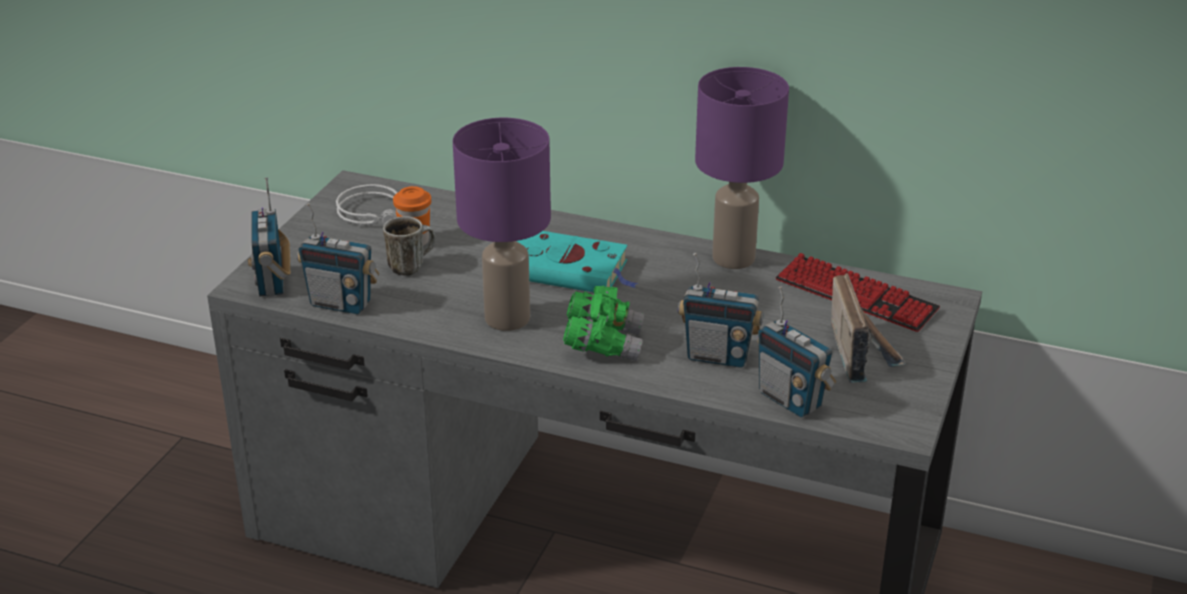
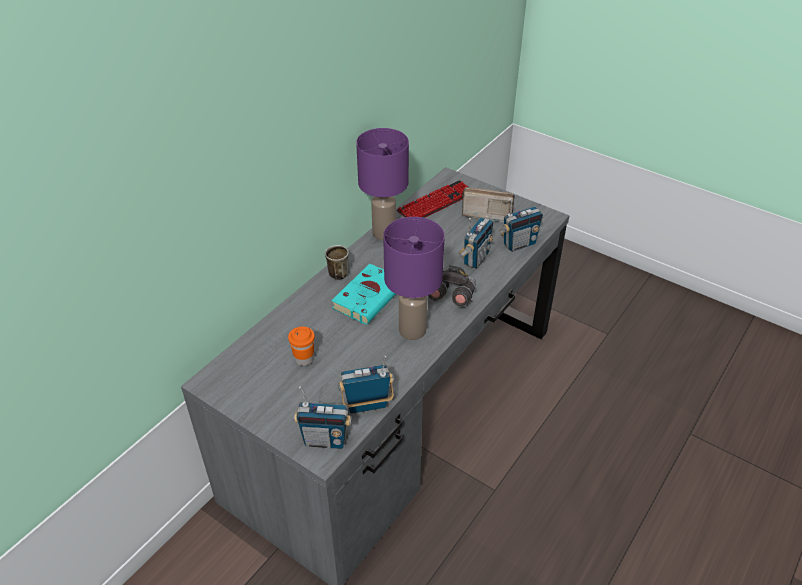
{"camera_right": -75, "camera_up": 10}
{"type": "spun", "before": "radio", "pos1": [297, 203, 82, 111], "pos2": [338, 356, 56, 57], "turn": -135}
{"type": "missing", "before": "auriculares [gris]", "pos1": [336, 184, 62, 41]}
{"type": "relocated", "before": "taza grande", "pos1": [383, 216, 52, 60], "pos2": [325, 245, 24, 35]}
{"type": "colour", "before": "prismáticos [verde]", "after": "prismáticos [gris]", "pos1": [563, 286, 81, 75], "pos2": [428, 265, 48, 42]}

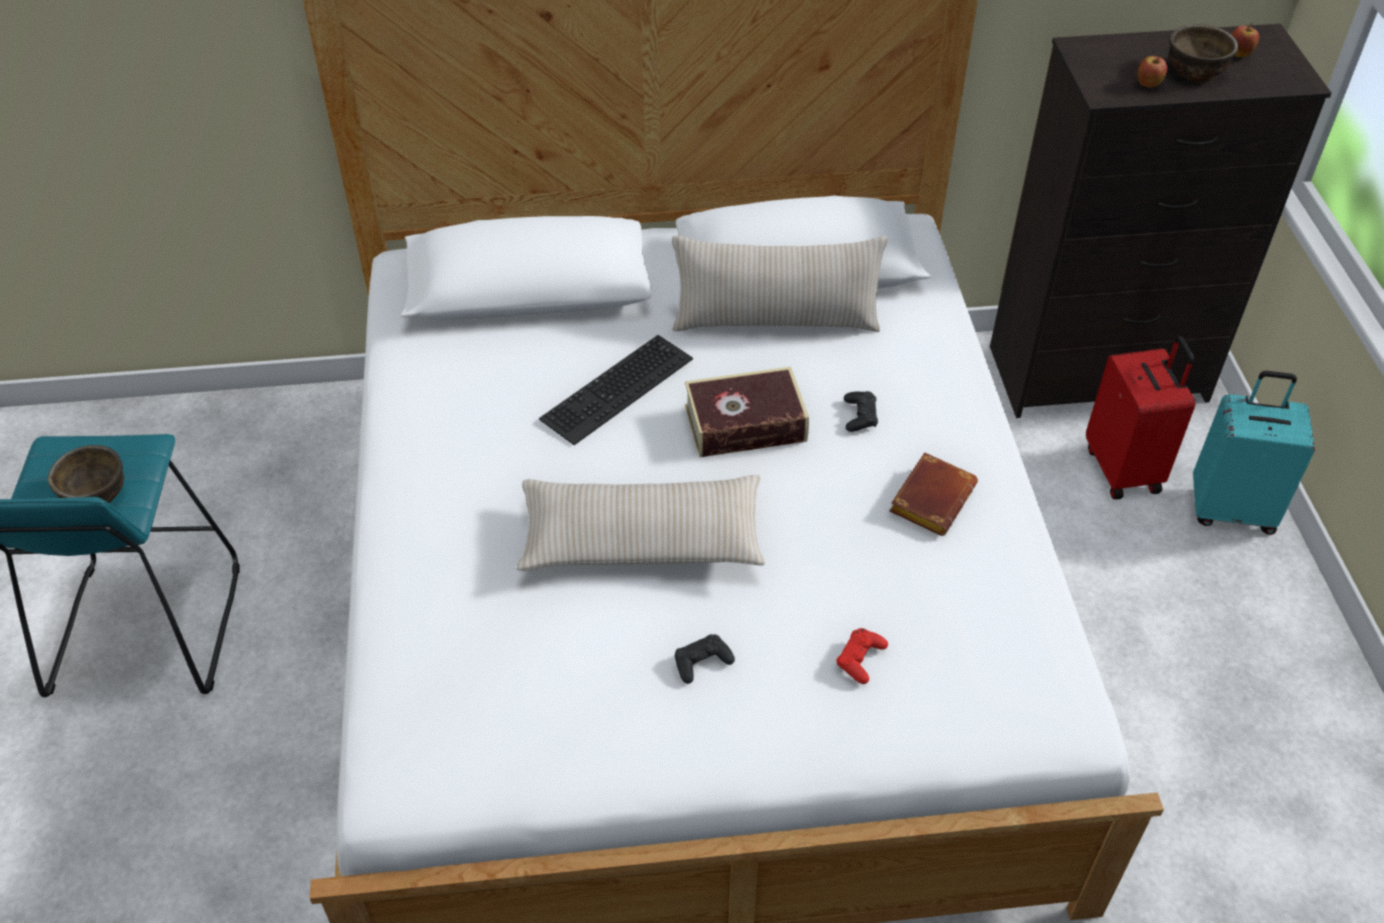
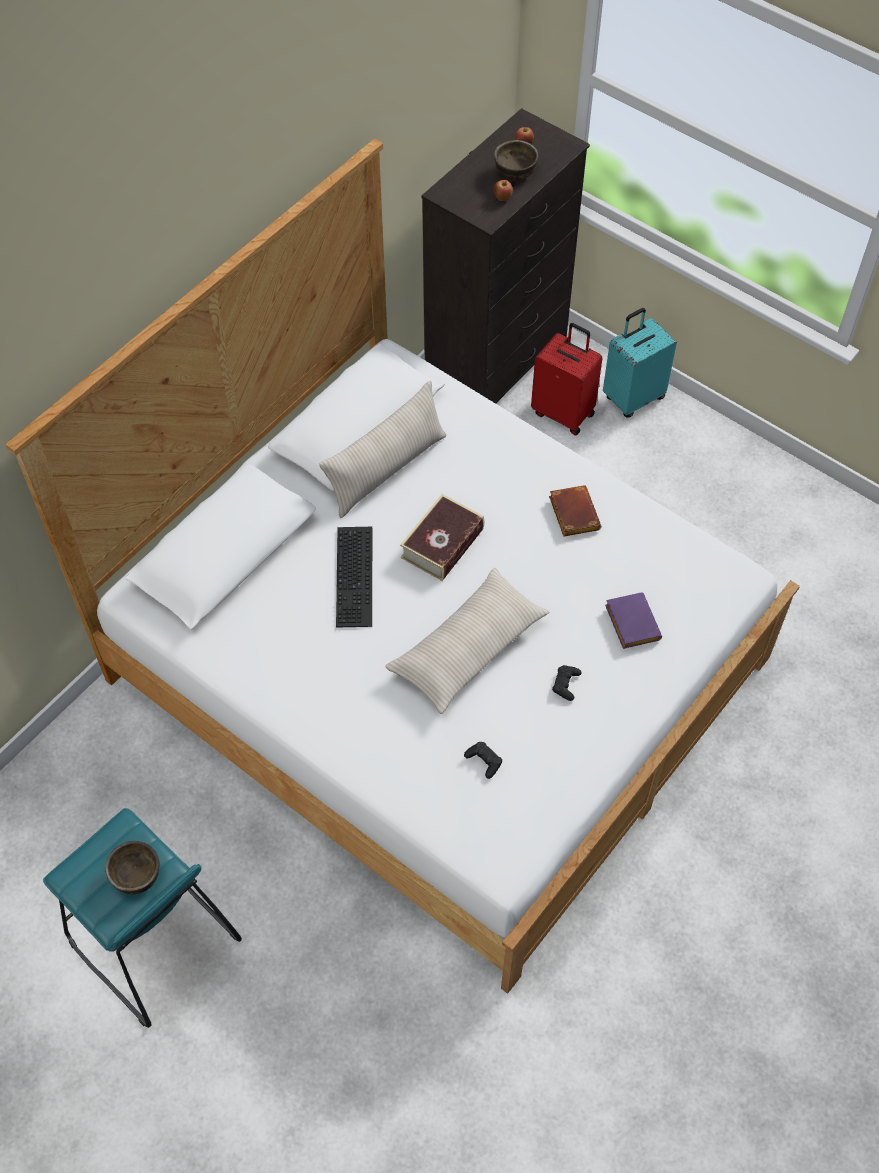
{"camera_right": -45, "camera_up": 10}
{"type": "exchanged", "before": "mando de consola [rojo]", "after": "libro [morado]", "pos1": [836, 628, 52, 56], "pos2": [605, 592, 57, 57]}
{"type": "relocated", "before": "mando de consola [negro]", "pos1": [844, 391, 34, 41], "pos2": [464, 742, 38, 37]}

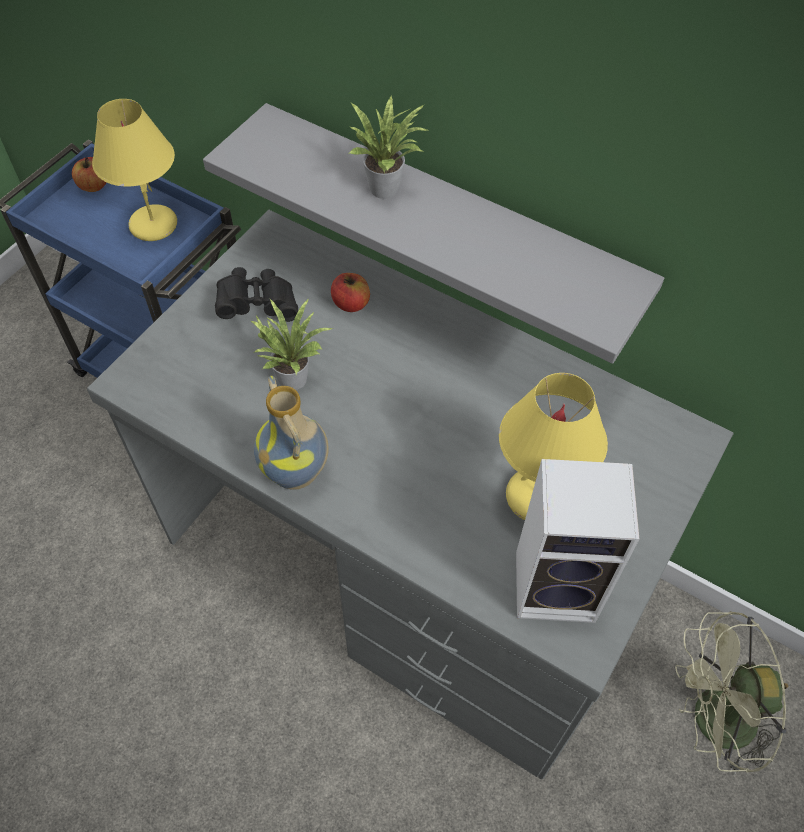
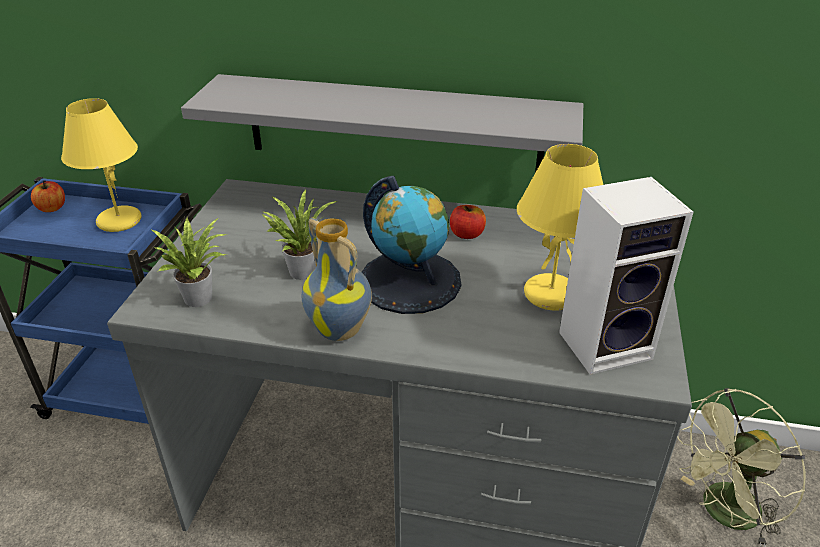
{"camera_right": -20, "camera_up": -20}
{"type": "missing", "before": "prismáticos [negro]", "pos1": [215, 267, 83, 55]}
{"type": "relocated", "before": "manzana", "pos1": [331, 273, 39, 39], "pos2": [450, 205, 36, 34]}
{"type": "relocated", "before": "planta en maceta", "pos1": [348, 96, 79, 103], "pos2": [152, 218, 75, 89]}
{"type": "appeared", "after": "globo terráqueo", "pos2": [362, 176, 99, 138]}

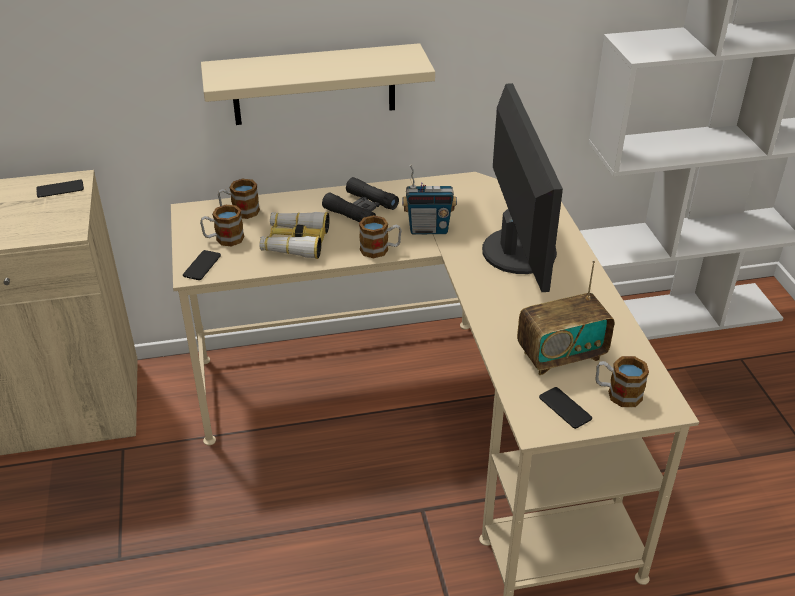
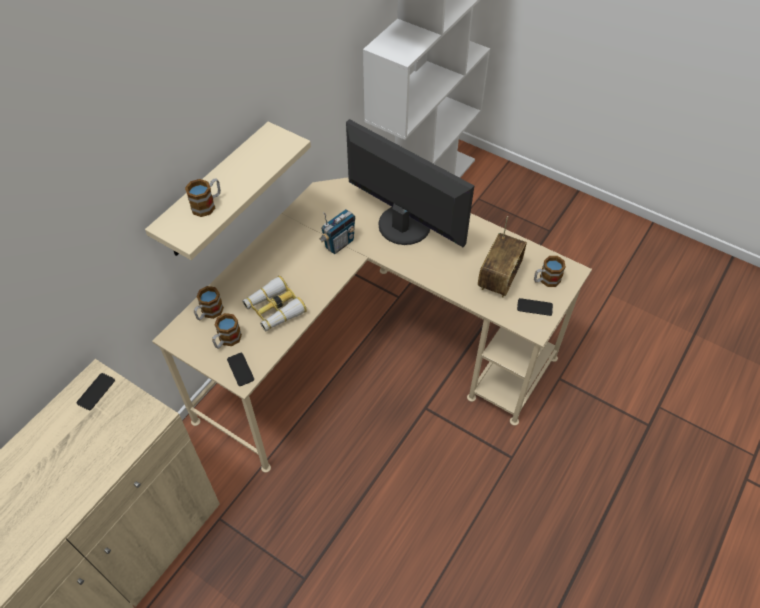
{"camera_right": -45, "camera_up": 15}
{"type": "missing", "before": "prismáticos [negro]", "pos1": [322, 177, 77, 45]}
{"type": "relocated", "before": "taza grande", "pos1": [359, 215, 43, 43], "pos2": [185, 178, 36, 39]}

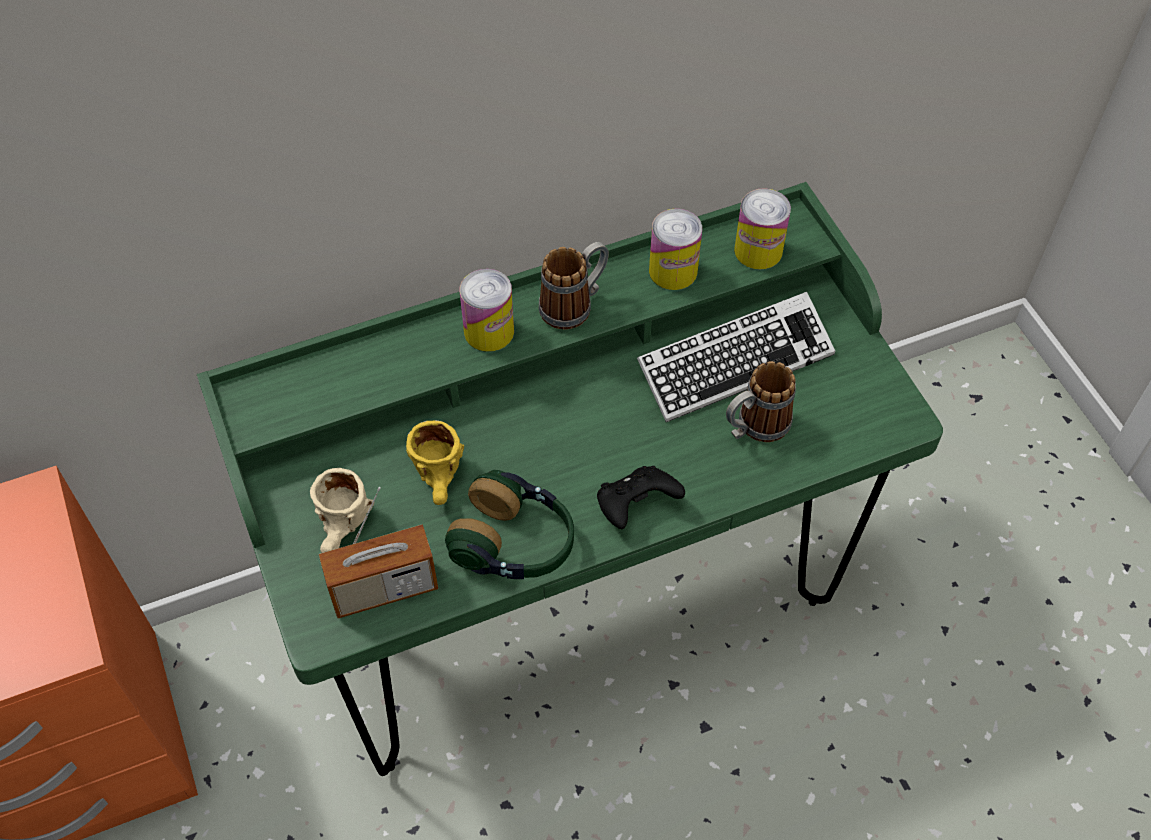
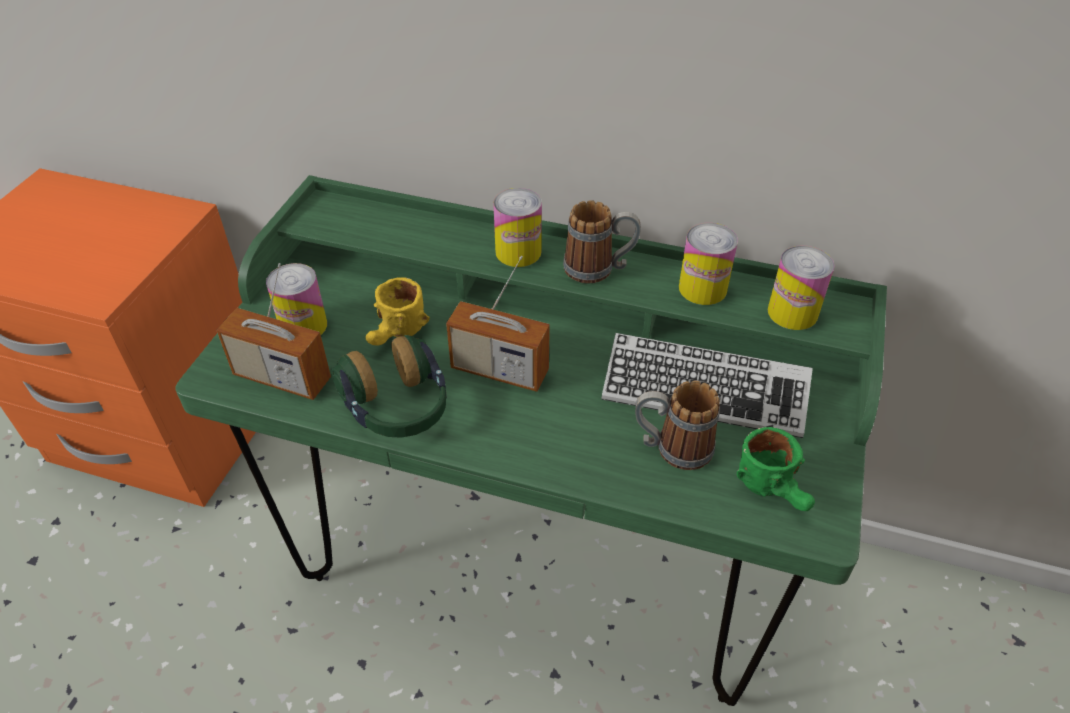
{"camera_right": 40, "camera_up": -10}
{"type": "exchanged", "before": "taza grande [beis]", "after": "lata", "pos1": [310, 468, 65, 85], "pos2": [266, 263, 61, 72]}
{"type": "missing", "before": "mando de consola [negro]", "pos1": [597, 466, 88, 63]}
{"type": "appeared", "after": "radio", "pos2": [446, 256, 104, 136]}
{"type": "appeared", "after": "taza grande [verde]", "pos2": [737, 427, 78, 84]}

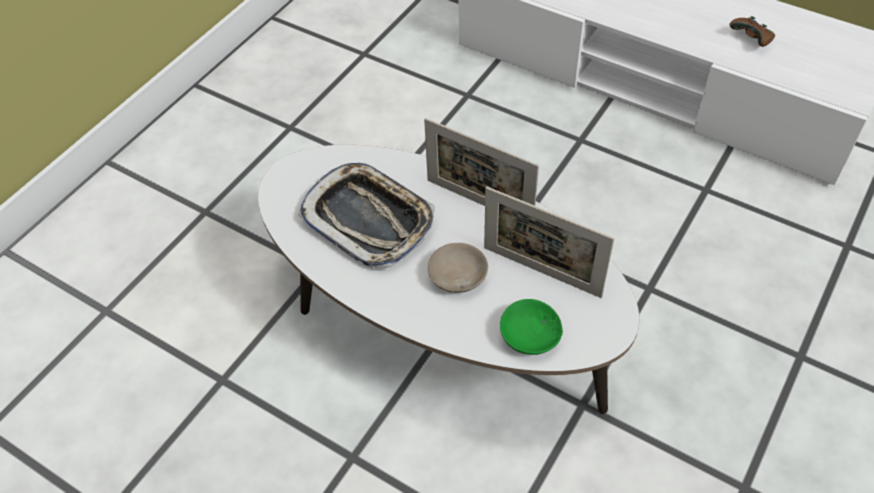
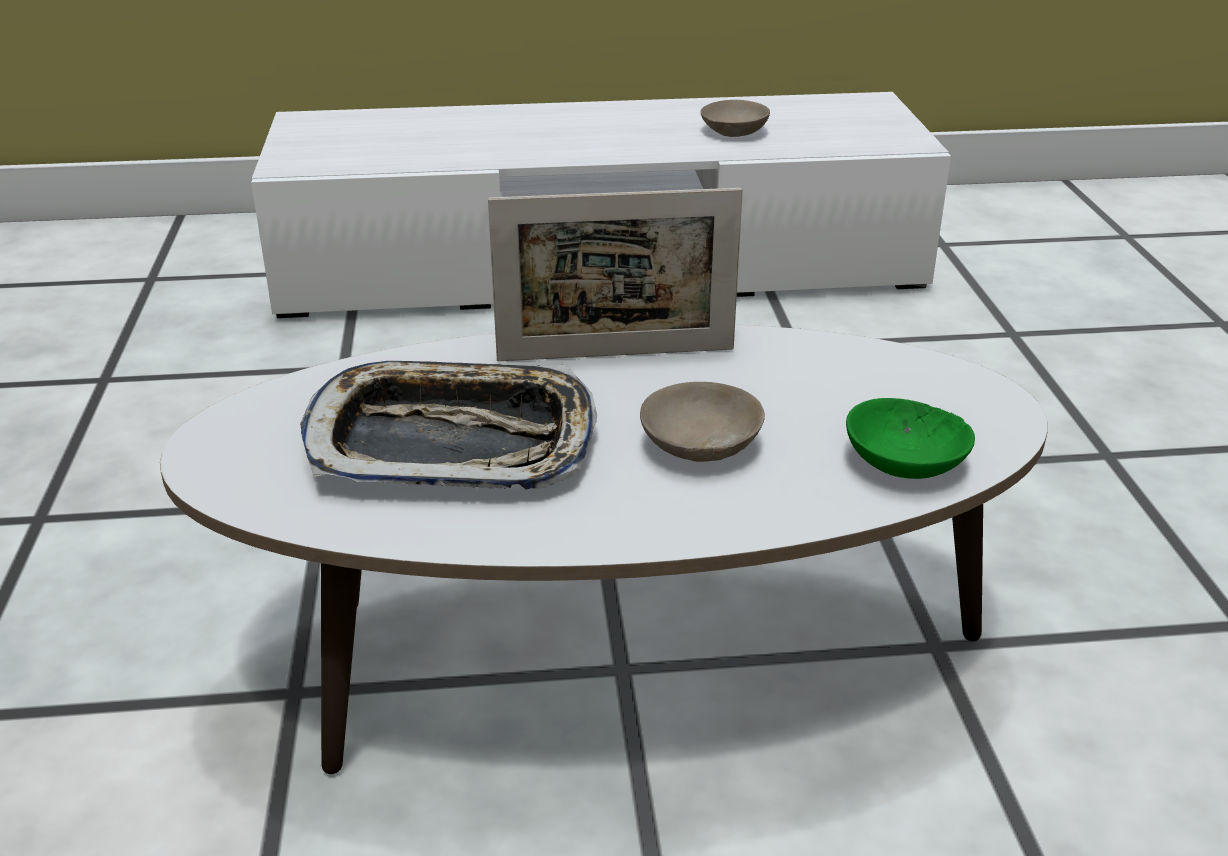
{"camera_right": -40, "camera_up": -20}
{"type": "missing", "before": "portarretratos", "pos1": [484, 187, 131, 111]}
{"type": "exchanged", "before": "mando de consola [marrón]", "after": "cuenco [beis]", "pos1": [730, 16, 45, 31], "pos2": [700, 100, 70, 37]}

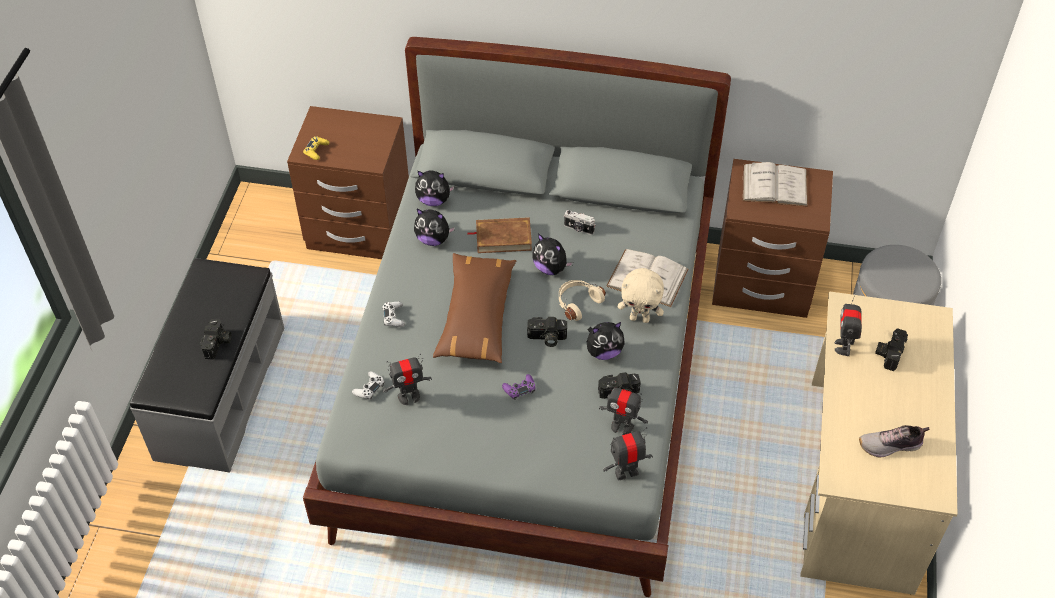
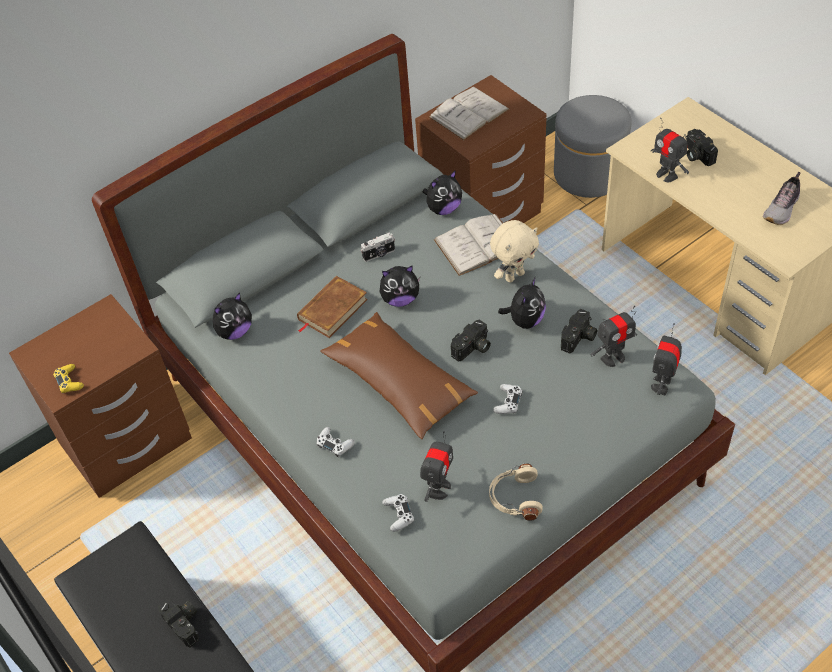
{"camera_right": -45, "camera_up": 0}
{"type": "relocated", "before": "peluche", "pos1": [414, 209, 41, 37], "pos2": [423, 170, 39, 45]}
{"type": "colour", "before": "mando de consola [morado]", "after": "mando de consola [blanco]", "pos1": [502, 374, 33, 26], "pos2": [493, 384, 30, 30]}
{"type": "relocated", "before": "auriculares [beis]", "pos1": [559, 280, 47, 41], "pos2": [489, 463, 54, 58]}

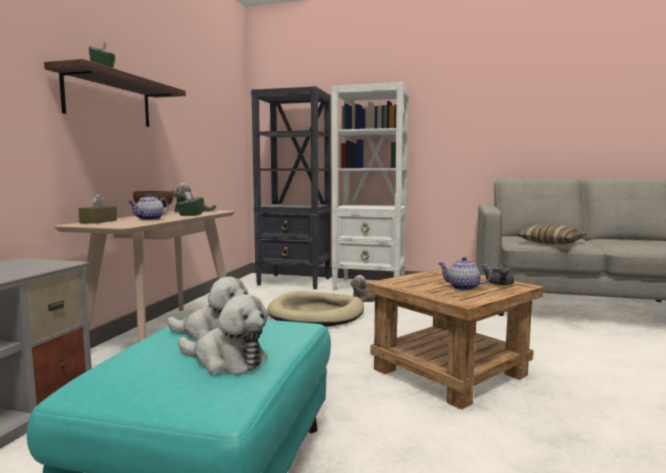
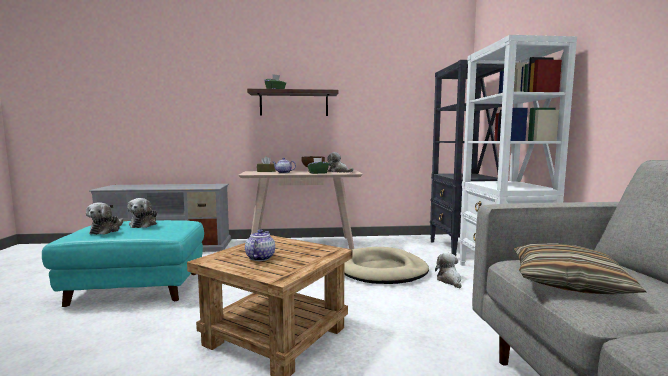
{"camera_right": 70, "camera_up": 0}
{"type": "missing", "before": "tetera [gris]", "pos1": [483, 267, 31, 18]}

